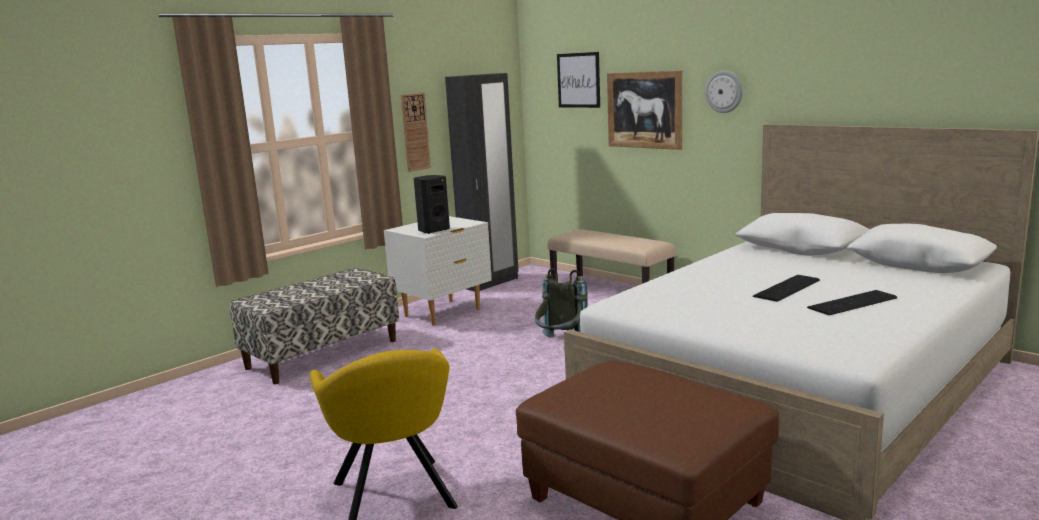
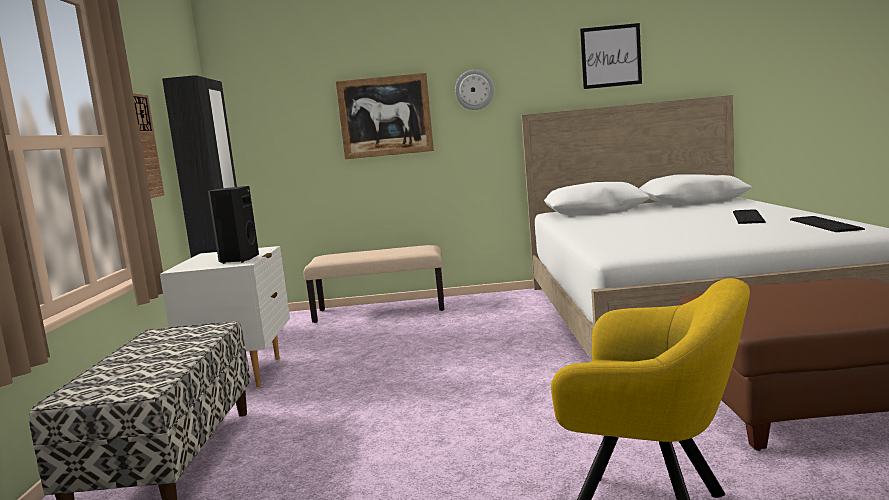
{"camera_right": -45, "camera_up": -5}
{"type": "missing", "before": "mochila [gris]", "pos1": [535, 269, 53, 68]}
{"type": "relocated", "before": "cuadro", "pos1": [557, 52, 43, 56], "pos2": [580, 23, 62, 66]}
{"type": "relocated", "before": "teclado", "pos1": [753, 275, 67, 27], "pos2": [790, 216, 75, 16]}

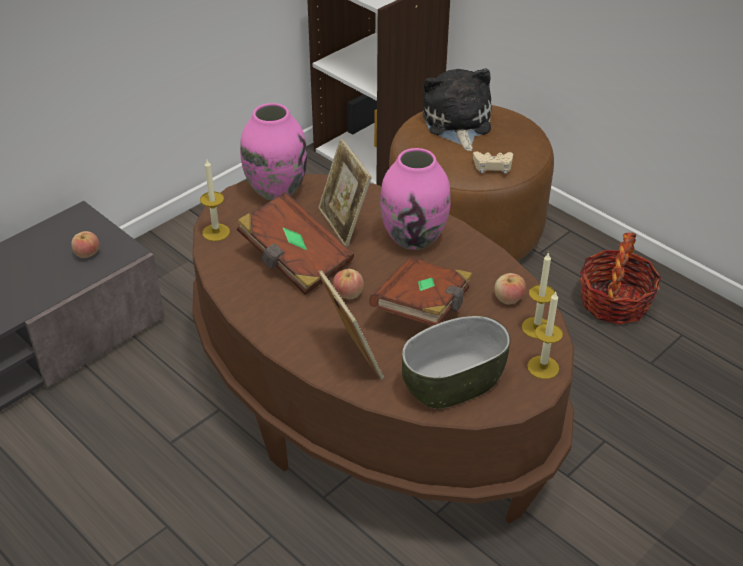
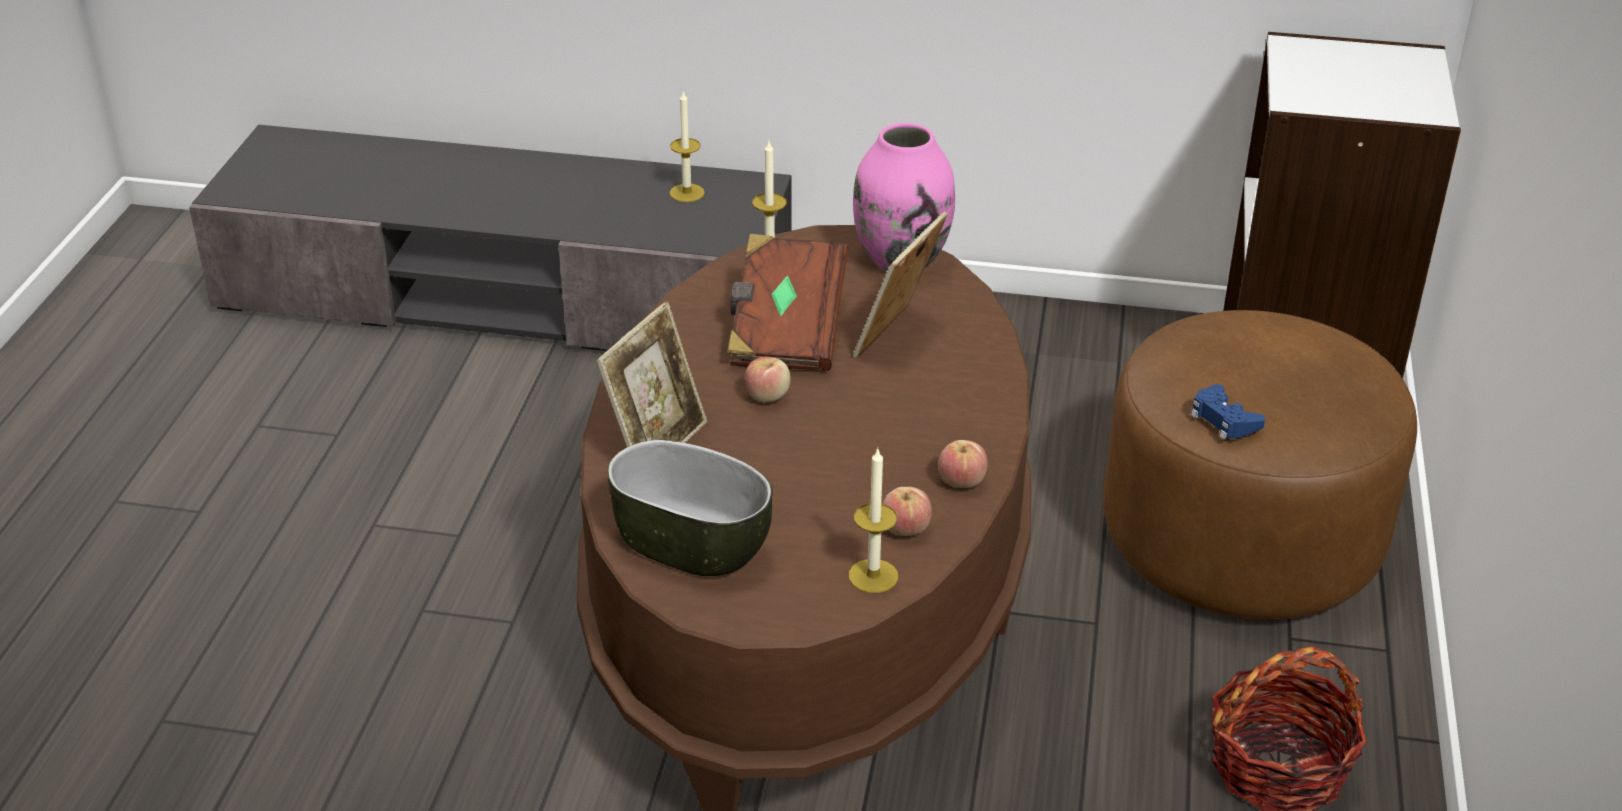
{"camera_right": 55, "camera_up": -5}
{"type": "relocated", "before": "manzana", "pos1": [71, 231, 28, 27], "pos2": [938, 440, 50, 48]}
{"type": "missing", "before": "libro [marrón]", "pos1": [369, 257, 104, 69]}
{"type": "missing", "before": "florero [rosa]", "pos1": [380, 148, 71, 102]}
{"type": "missing", "before": "peluche", "pos1": [423, 68, 69, 83]}
{"type": "colour", "before": "mando de consola [beis]", "after": "mando de consola [azul]", "pos1": [473, 151, 40, 23], "pos2": [1191, 384, 74, 56]}
{"type": "relocated", "before": "vela", "pos1": [527, 292, 36, 87], "pos2": [669, 90, 36, 112]}

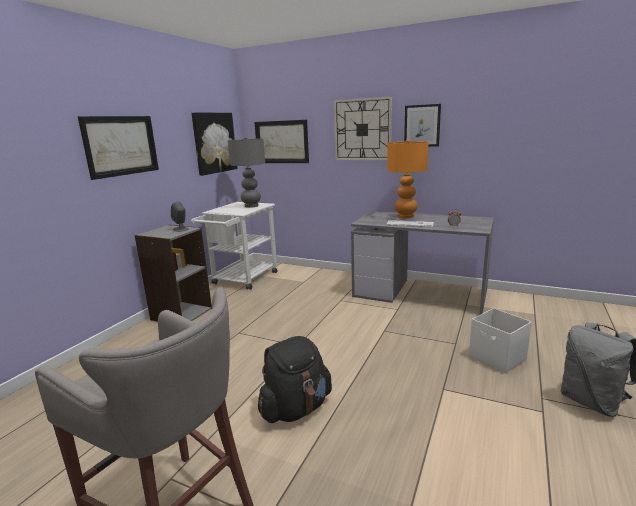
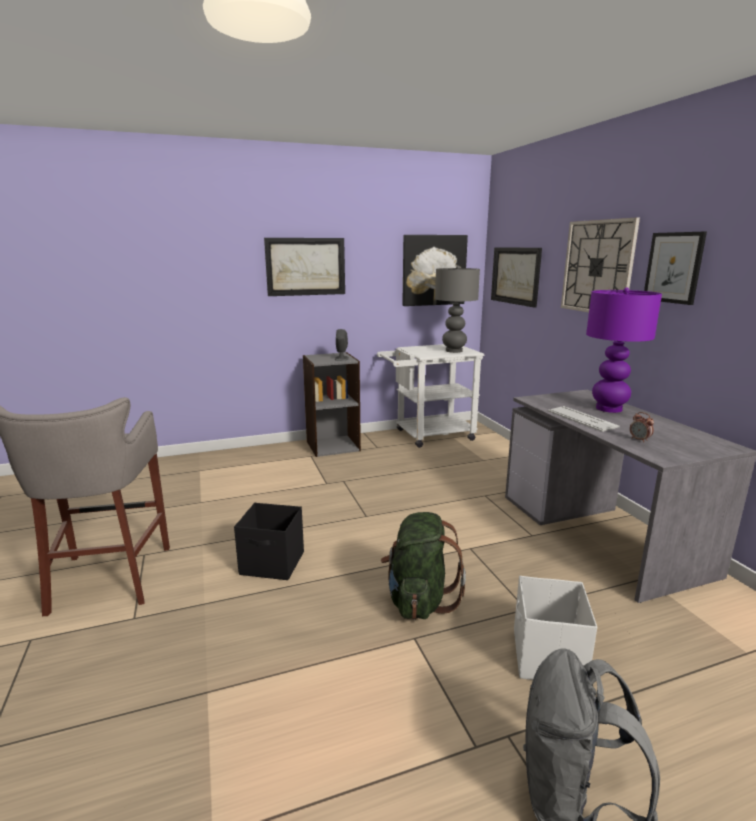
{"camera_right": 45, "camera_up": 0}
{"type": "exchanged", "before": "mochila [negro]", "after": "caja de almacenaje [negro]", "pos1": [258, 336, 74, 87], "pos2": [234, 503, 70, 77]}
{"type": "colour", "before": "lámpara de mesa [naranja]", "after": "lámpara de mesa [morado]", "pos1": [387, 139, 41, 80], "pos2": [586, 287, 76, 126]}
{"type": "appeared", "after": "mochila [verde]", "pos2": [381, 512, 85, 108]}

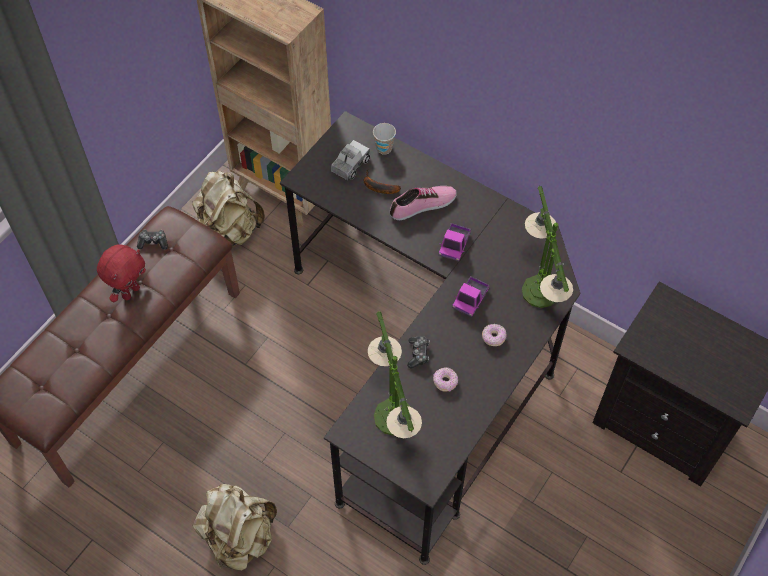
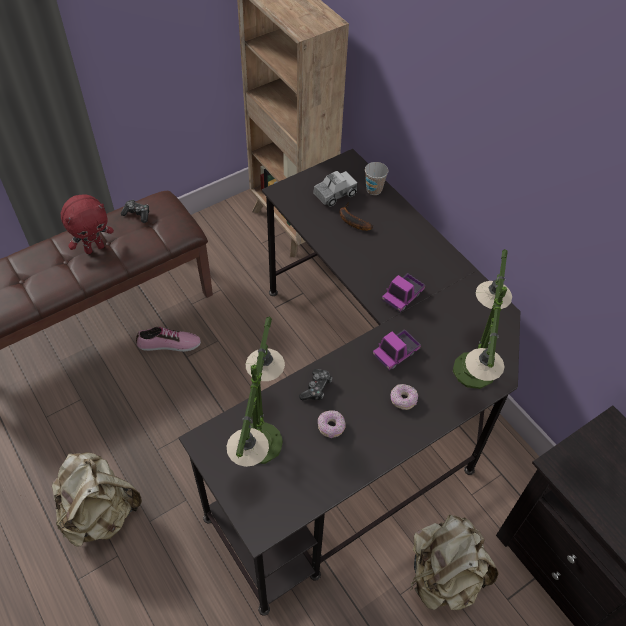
{"camera_right": 20, "camera_up": -5}
{"type": "relocated", "before": "mochila [beis]", "pos1": [192, 171, 73, 75], "pos2": [411, 515, 88, 95]}
{"type": "relocated", "before": "zapato", "pos1": [390, 186, 67, 34], "pos2": [136, 327, 65, 25]}

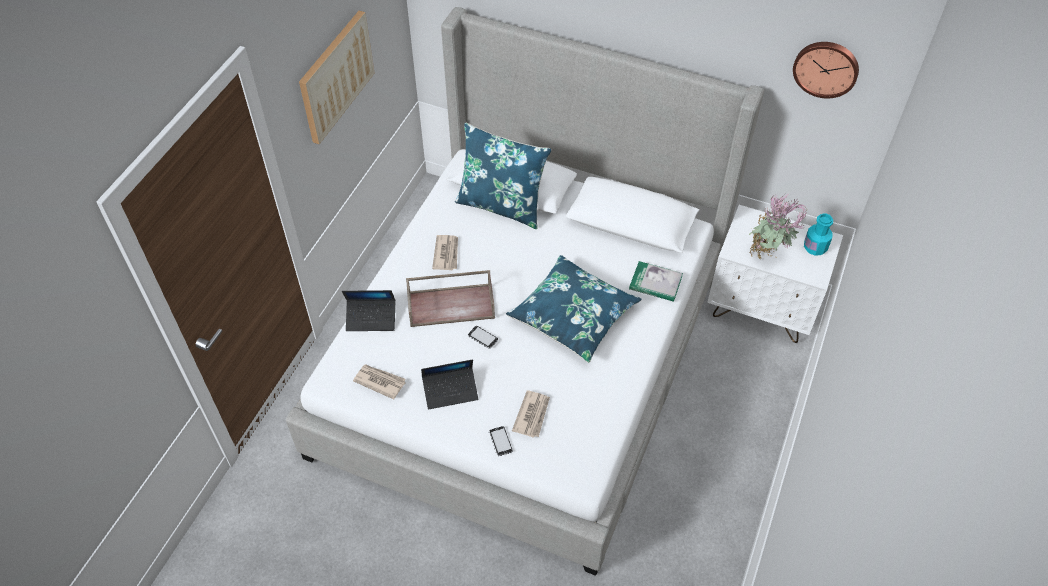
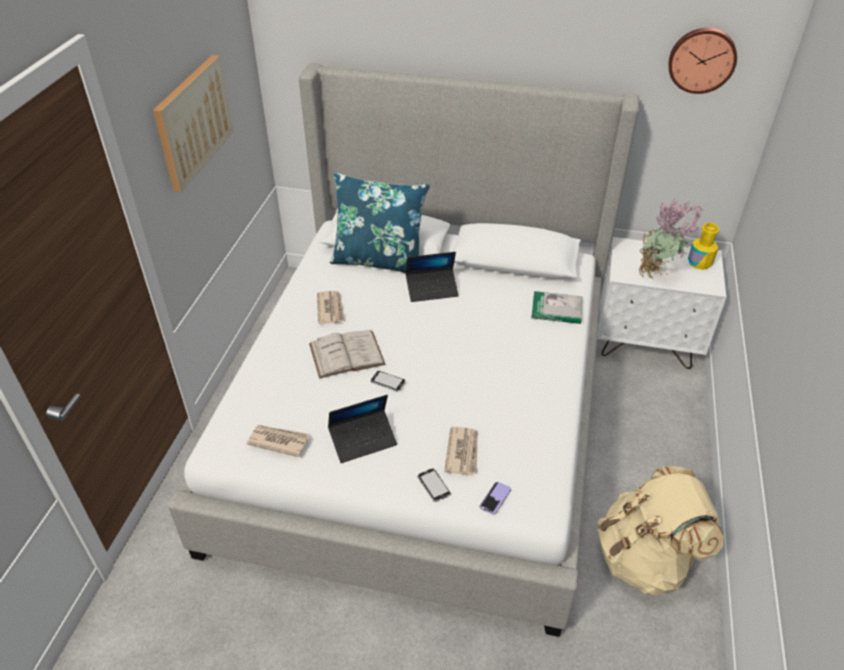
{"camera_right": -10, "camera_up": -10}
{"type": "relocated", "before": "portátil", "pos1": [342, 290, 53, 41], "pos2": [406, 252, 53, 50]}
{"type": "exchanged", "before": "bandeja [marrón]", "after": "libro [blanco]", "pos1": [406, 270, 89, 57], "pos2": [309, 330, 77, 49]}
{"type": "missing", "before": "cojín [azul]", "pos1": [506, 255, 136, 108]}
{"type": "colour", "before": "botella [turquesa]", "after": "botella [amarillo]", "pos1": [804, 213, 29, 43], "pos2": [688, 223, 31, 47]}
{"type": "appeared", "after": "móvil", "pos2": [480, 482, 31, 32]}
{"type": "appeared", "after": "mochila [beis]", "pos2": [597, 466, 126, 129]}

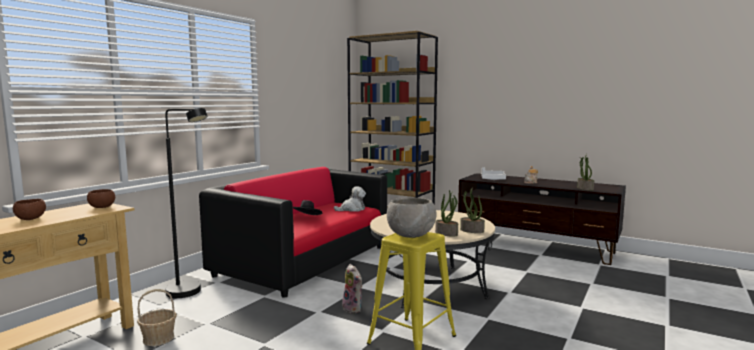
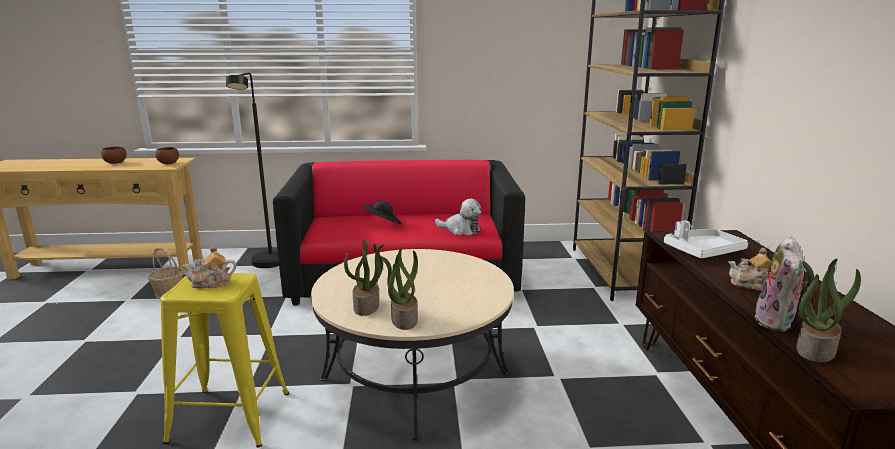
{"camera_right": 55, "camera_up": 10}
{"type": "relocated", "before": "peluche", "pos1": [342, 264, 20, 49], "pos2": [753, 235, 54, 97]}
{"type": "exchanged", "before": "cuenco [gris]", "after": "tetera", "pos1": [387, 197, 50, 41], "pos2": [182, 245, 54, 43]}

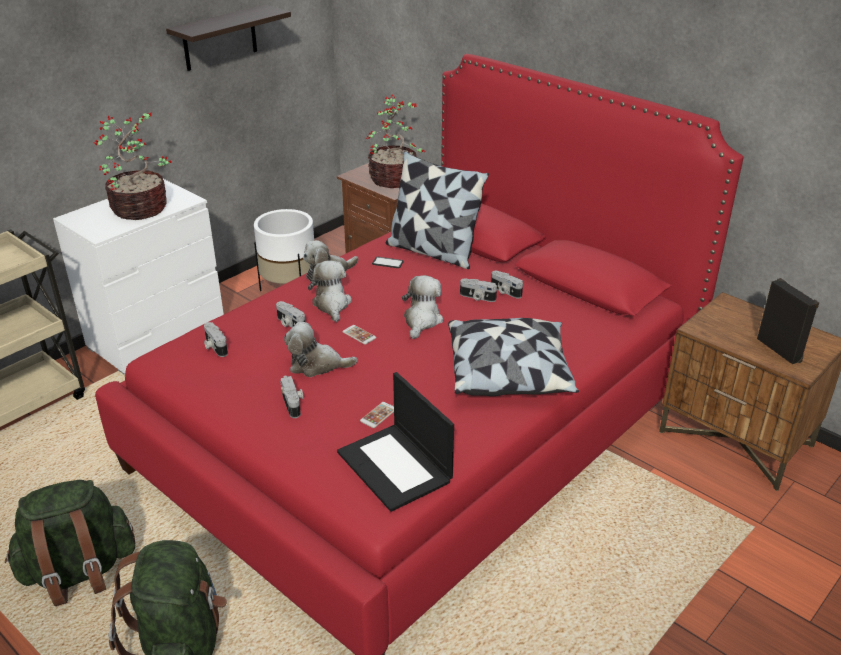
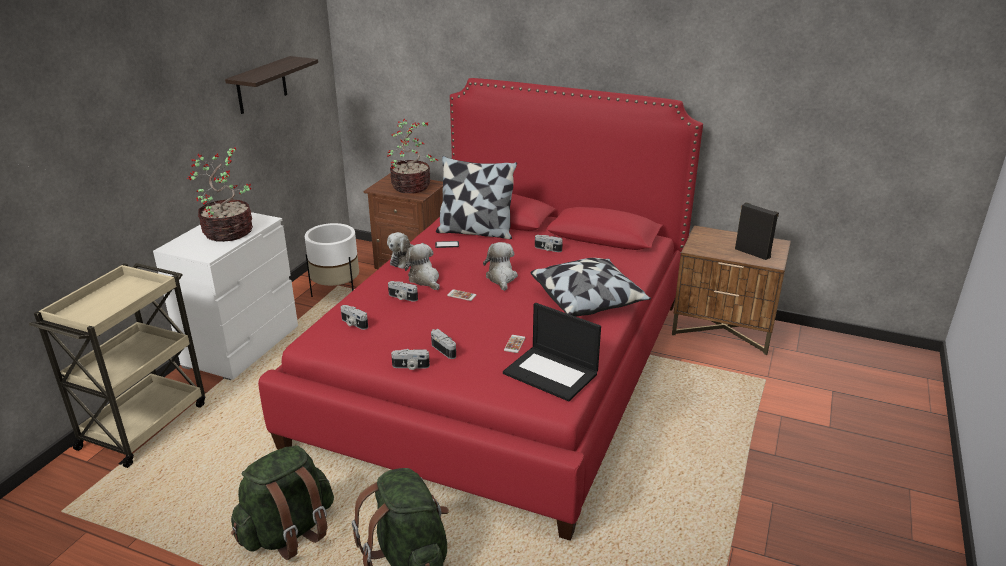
{"camera_right": -20, "camera_up": -5}
{"type": "missing", "before": "peluche", "pos1": [284, 322, 74, 55]}
{"type": "relocated", "before": "cámara", "pos1": [460, 279, 37, 23], "pos2": [391, 349, 39, 21]}

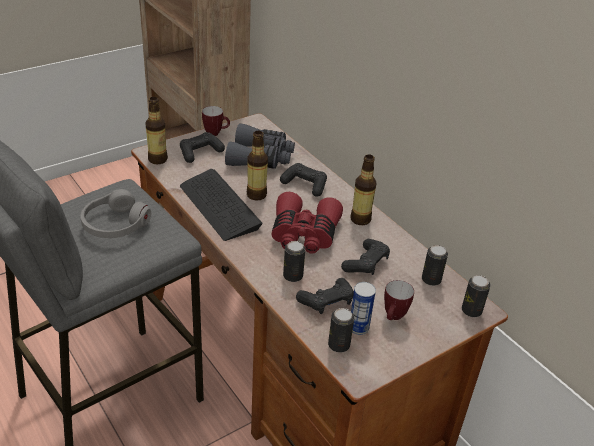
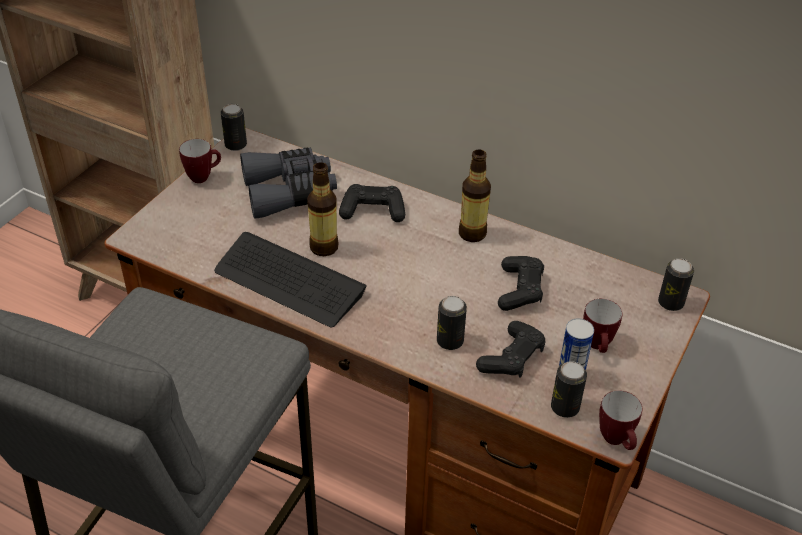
{"camera_right": -25, "camera_up": 5}
{"type": "missing", "before": "auriculares [gris]", "pos1": [80, 189, 71, 49]}
{"type": "missing", "before": "botella", "pos1": [146, 97, 22, 67]}
{"type": "missing", "before": "mando de consola [negro]", "pos1": [180, 132, 45, 31]}
{"type": "missing", "before": "prismáticos [rojo]", "pos1": [272, 192, 71, 62]}
{"type": "relocated", "before": "lata", "pos1": [422, 245, 26, 41], "pos2": [221, 104, 26, 47]}
{"type": "appeared", "after": "taza grande", "pos2": [599, 390, 43, 60]}

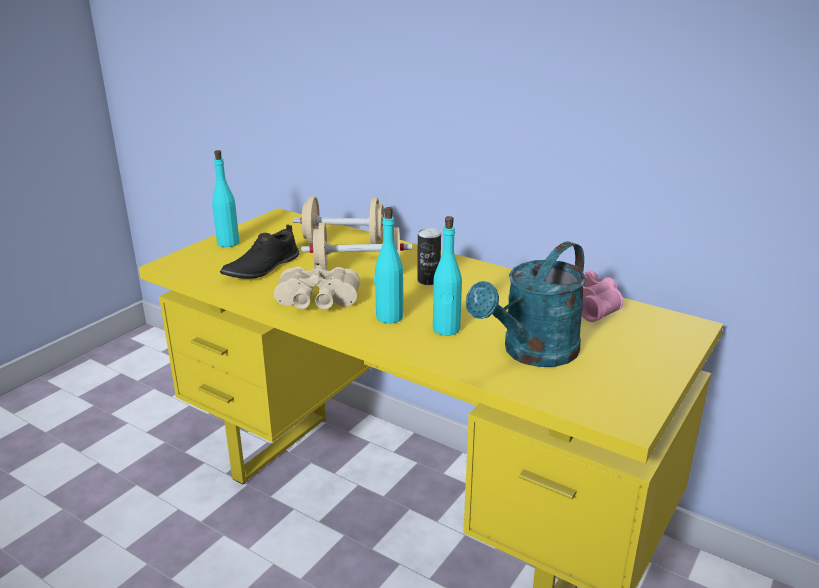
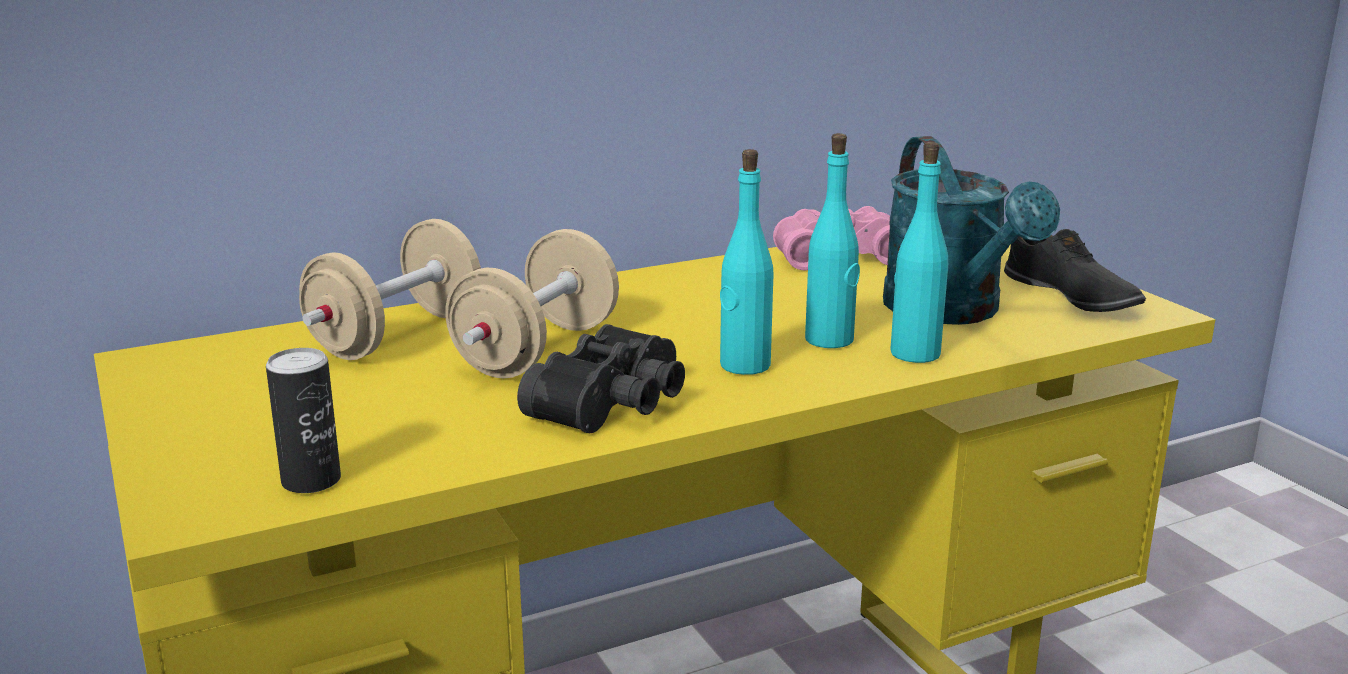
{"camera_right": -60, "camera_up": -5}
{"type": "relocated", "before": "botella [turquesa]", "pos1": [212, 150, 27, 97], "pos2": [890, 142, 58, 221]}
{"type": "relocated", "before": "zapato [negro]", "pos1": [220, 224, 79, 55], "pos2": [1004, 229, 142, 83]}
{"type": "colour", "before": "prismáticos [beis]", "after": "prismáticos [negro]", "pos1": [274, 265, 86, 44], "pos2": [517, 324, 168, 109]}
{"type": "relocated", "before": "lata", "pos1": [417, 228, 24, 57], "pos2": [266, 348, 75, 145]}

